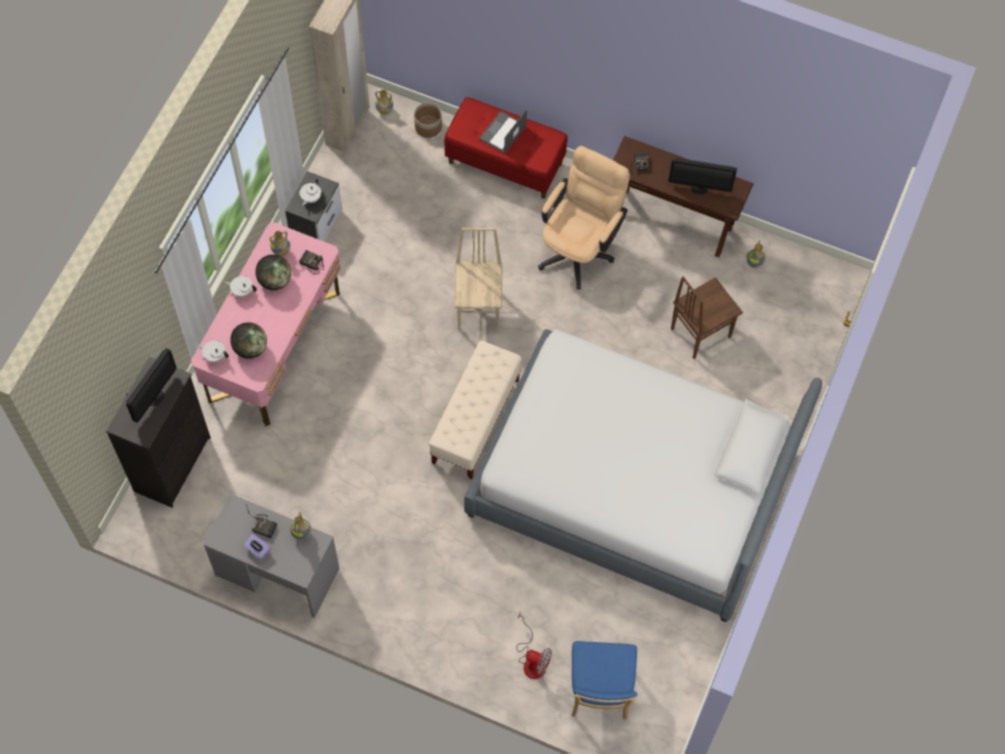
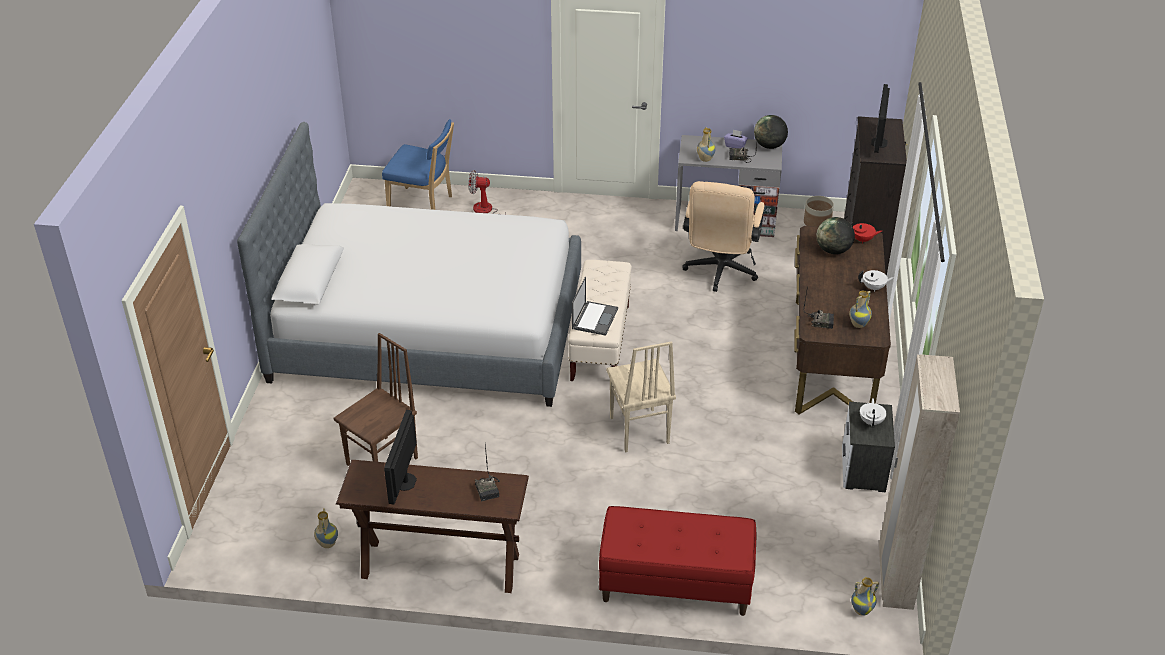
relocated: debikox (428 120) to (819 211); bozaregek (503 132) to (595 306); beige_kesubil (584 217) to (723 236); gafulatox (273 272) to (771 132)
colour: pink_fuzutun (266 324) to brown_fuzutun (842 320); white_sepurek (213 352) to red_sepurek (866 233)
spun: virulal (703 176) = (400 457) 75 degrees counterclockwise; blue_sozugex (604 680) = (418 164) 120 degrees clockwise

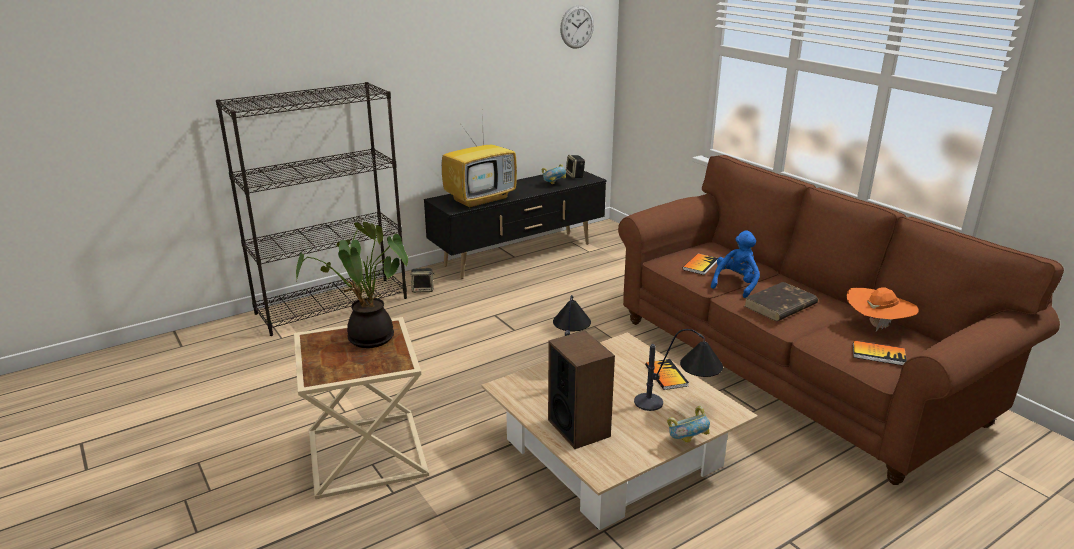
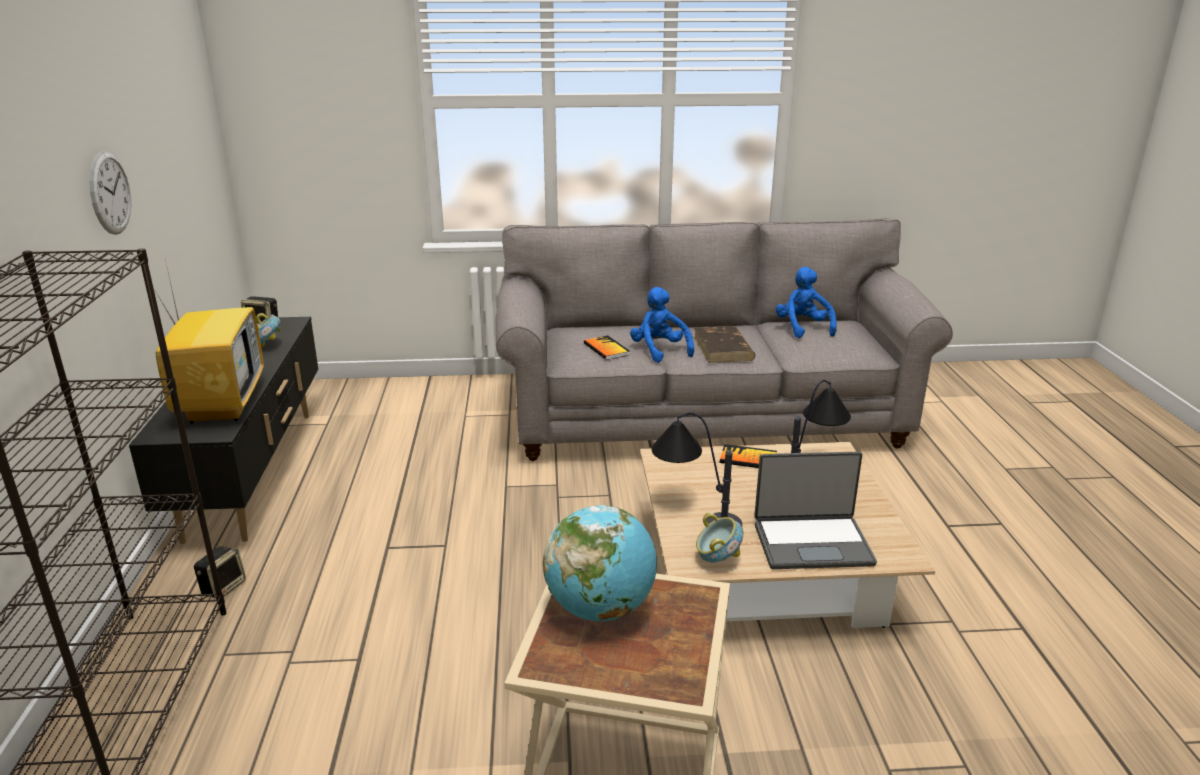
missing: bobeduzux (880 352)
relocated: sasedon (577 27) to (110 193); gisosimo (688 424) to (719 538)
exchanged: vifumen (352 285) to gafulatox (600 563); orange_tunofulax (883 309) to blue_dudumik (806 302); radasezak (581 390) to bozaregek (815 510)
colour: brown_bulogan (841 320) to grey_bulogan (724 339)

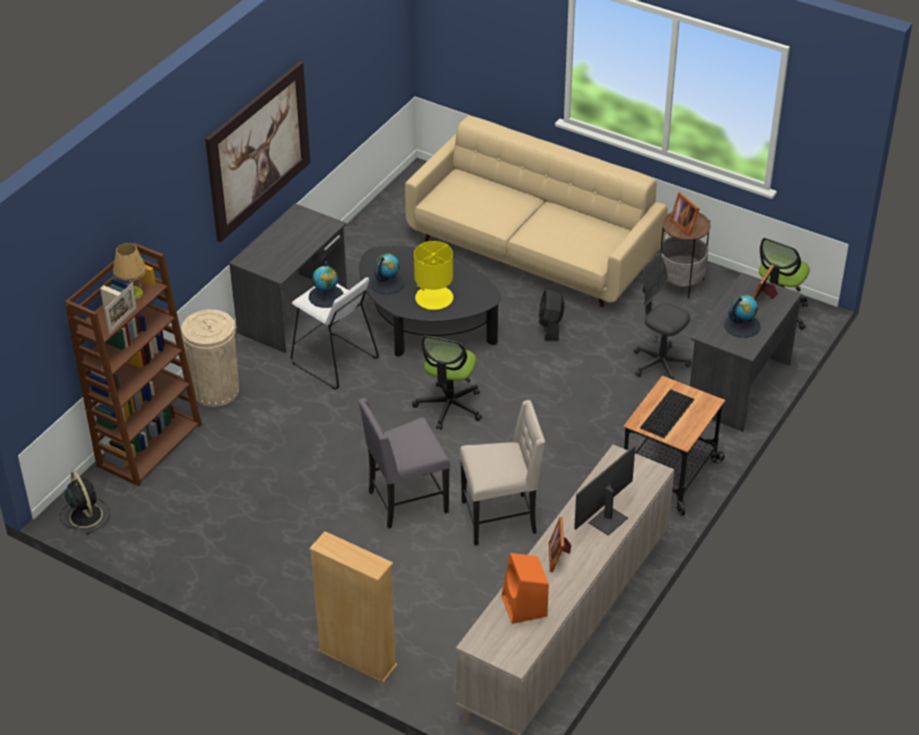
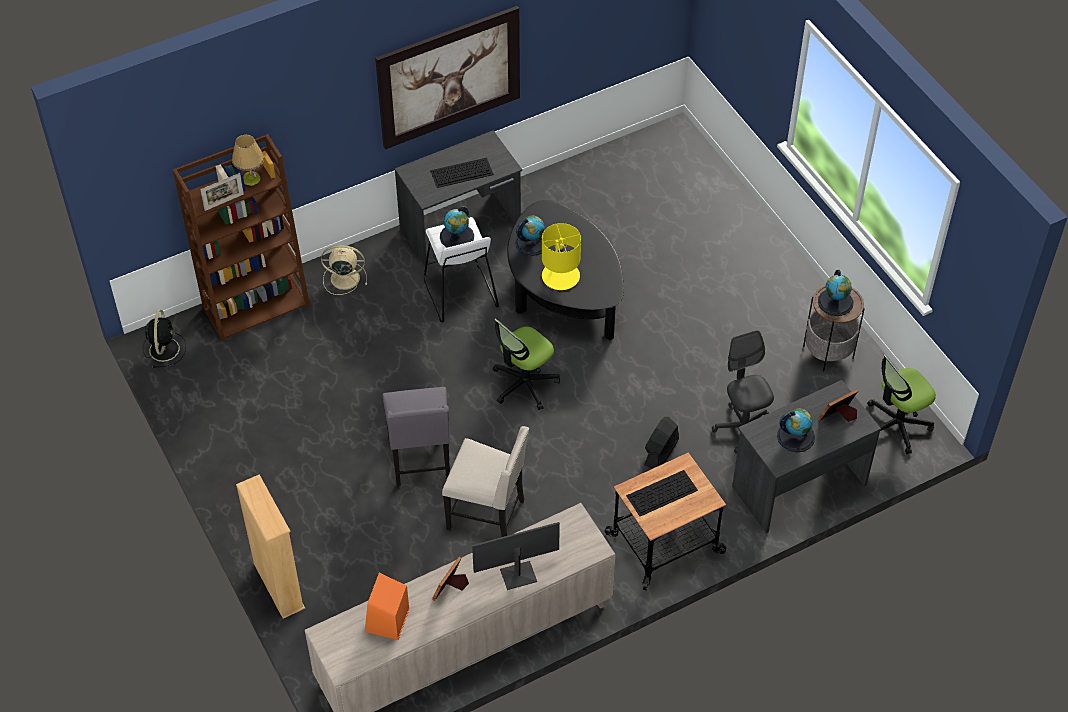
missing: beige_bulogan (536 211)
appeared: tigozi (462 173)
relocated: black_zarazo (552 315) to (661 443)
exchanged: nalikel (685 214) to gafulatox (836 292); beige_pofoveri (210 358) to beige_zarazo (344 270)
spun: grey_sozugex (404 463) = (416 436) 105 degrees counterclockwise

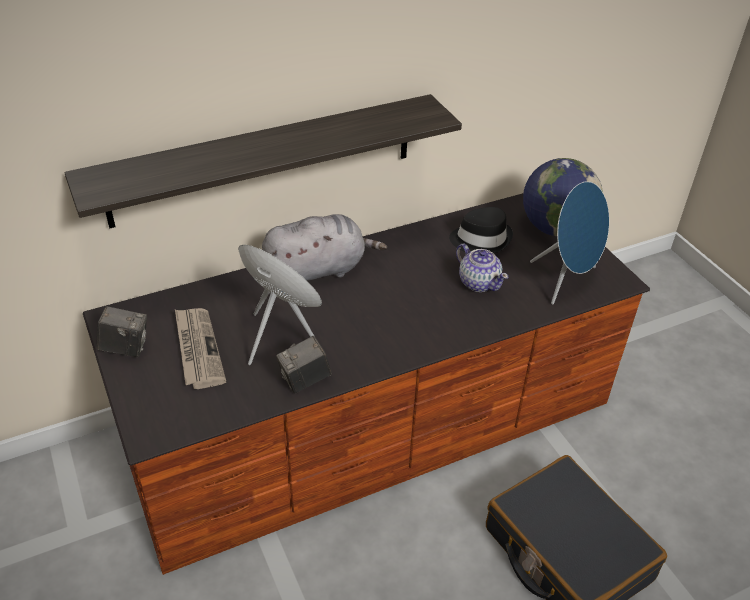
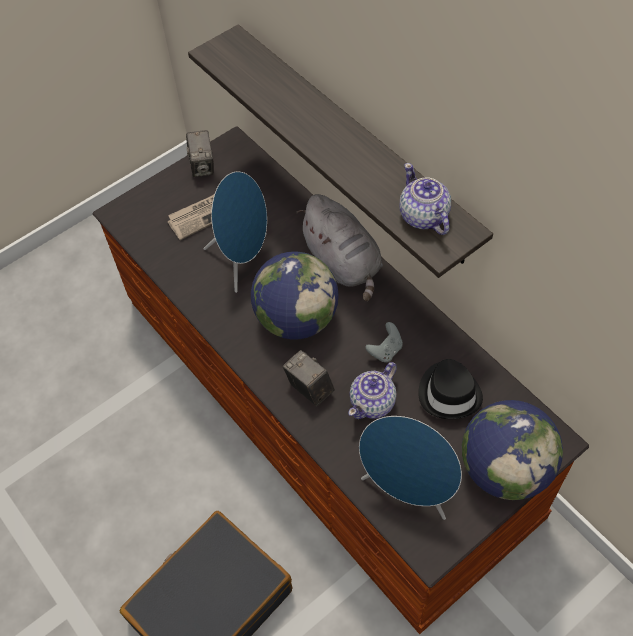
appeared: sepurek (425 199); gafulatox (295 295); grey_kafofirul (384 342)
relocated: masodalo (304 364) to (309 378)

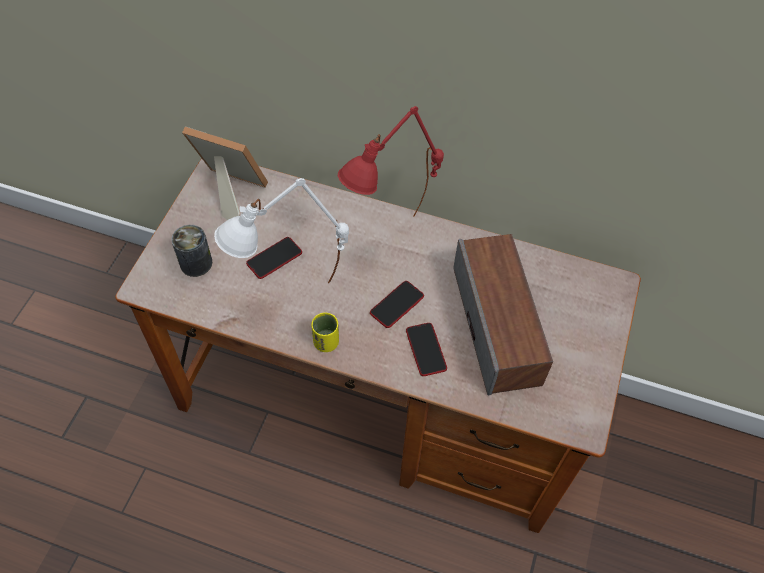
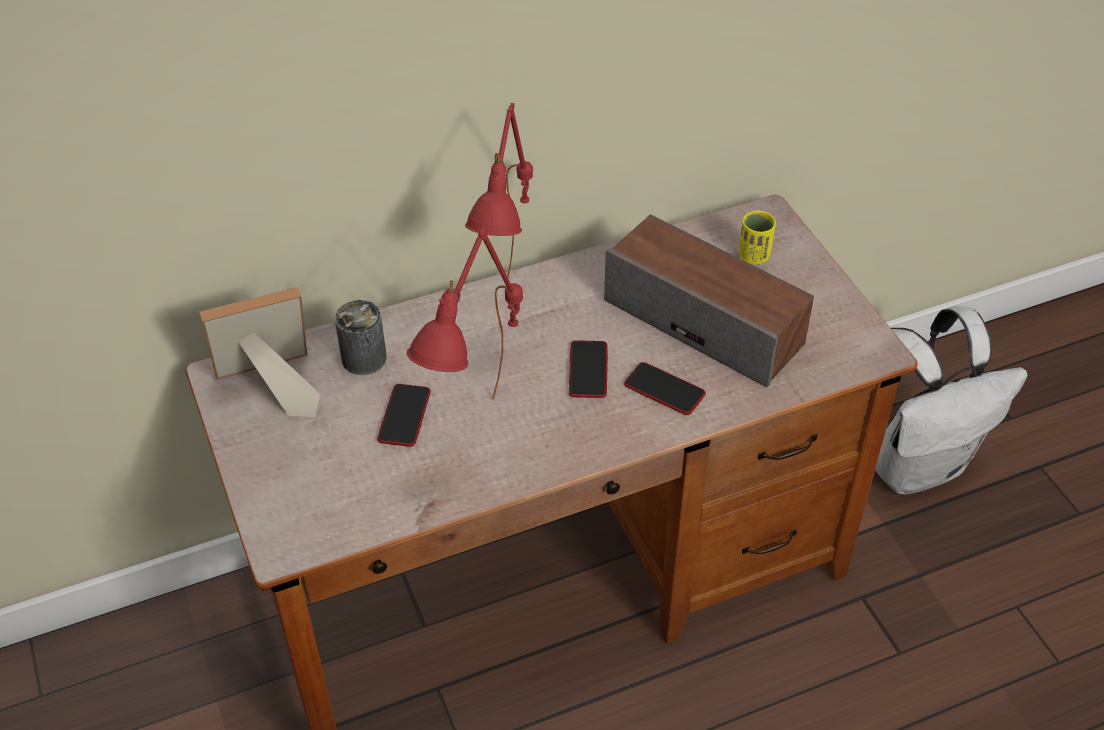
appeared: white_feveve (951 400)
relocated: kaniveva (191 251) to (361 337); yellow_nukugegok (325 332) to (757 237)
colour: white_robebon (281 230) to red_robebon (464 313)

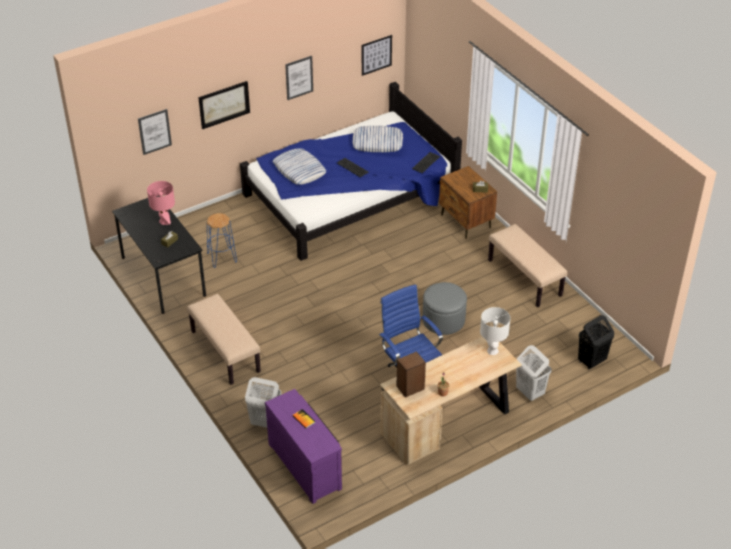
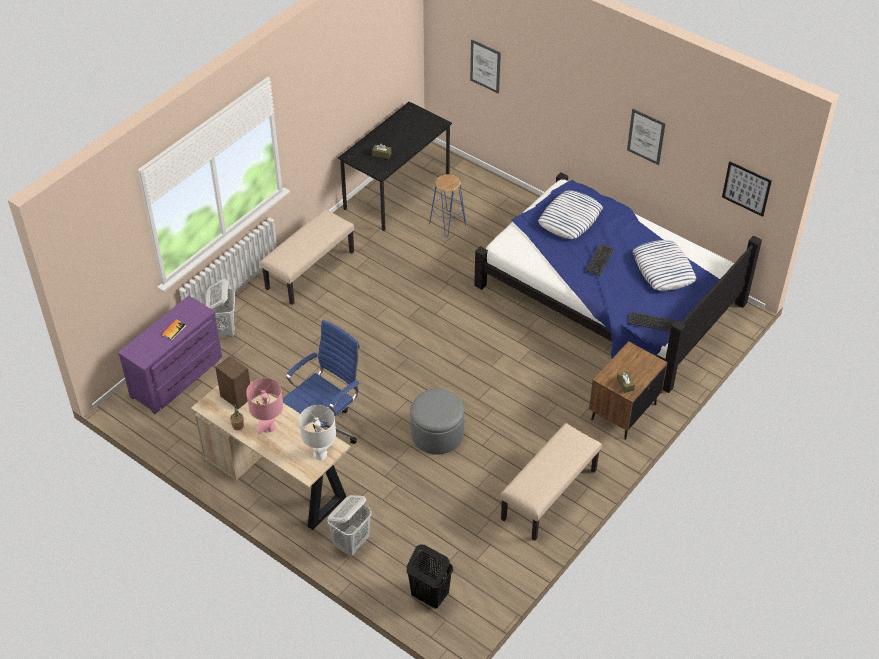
missing: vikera (224 105)
relocated: pink_robebon (161 203) to (264 406)

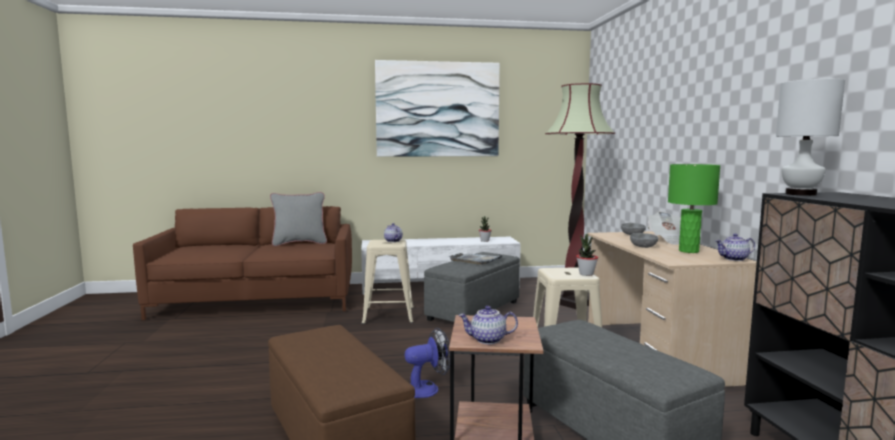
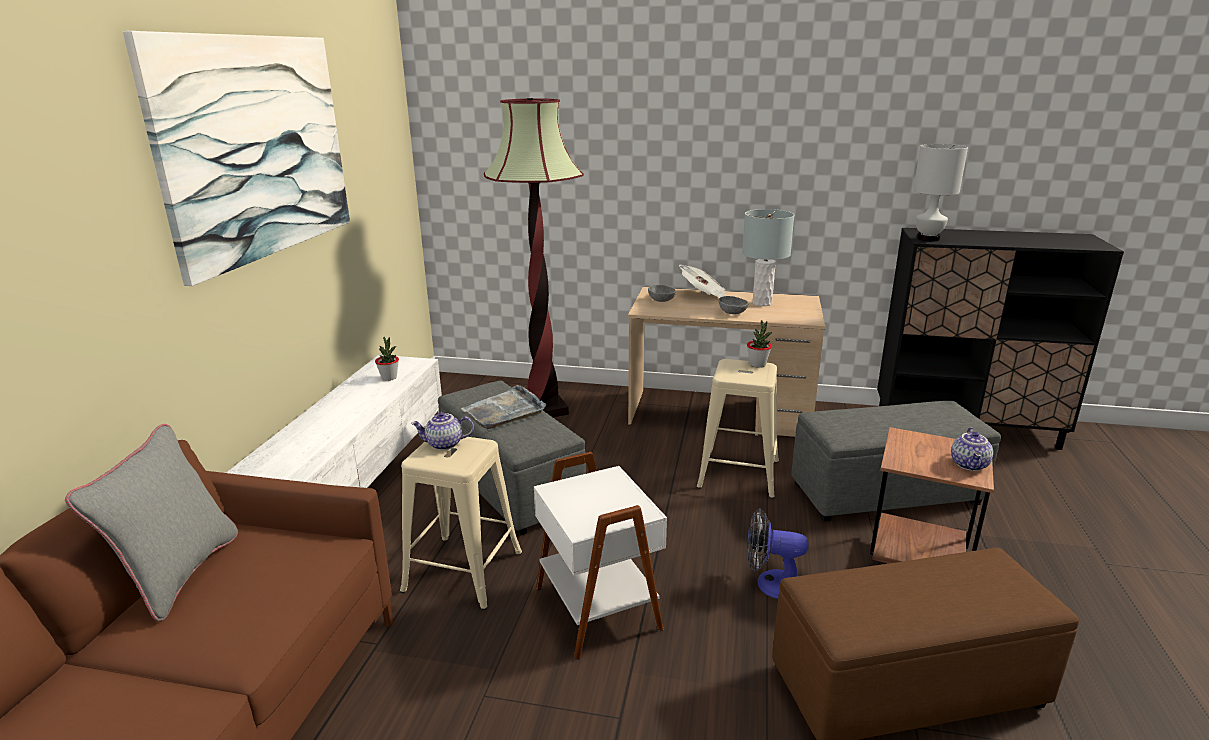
missing: sepurek (735 247)
appeared: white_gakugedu (600 556)
colour: green_robebon (694 208) to grey_robebon (768 257)
spun: zarazo (427 363) = (778 553) 75 degrees counterclockwise

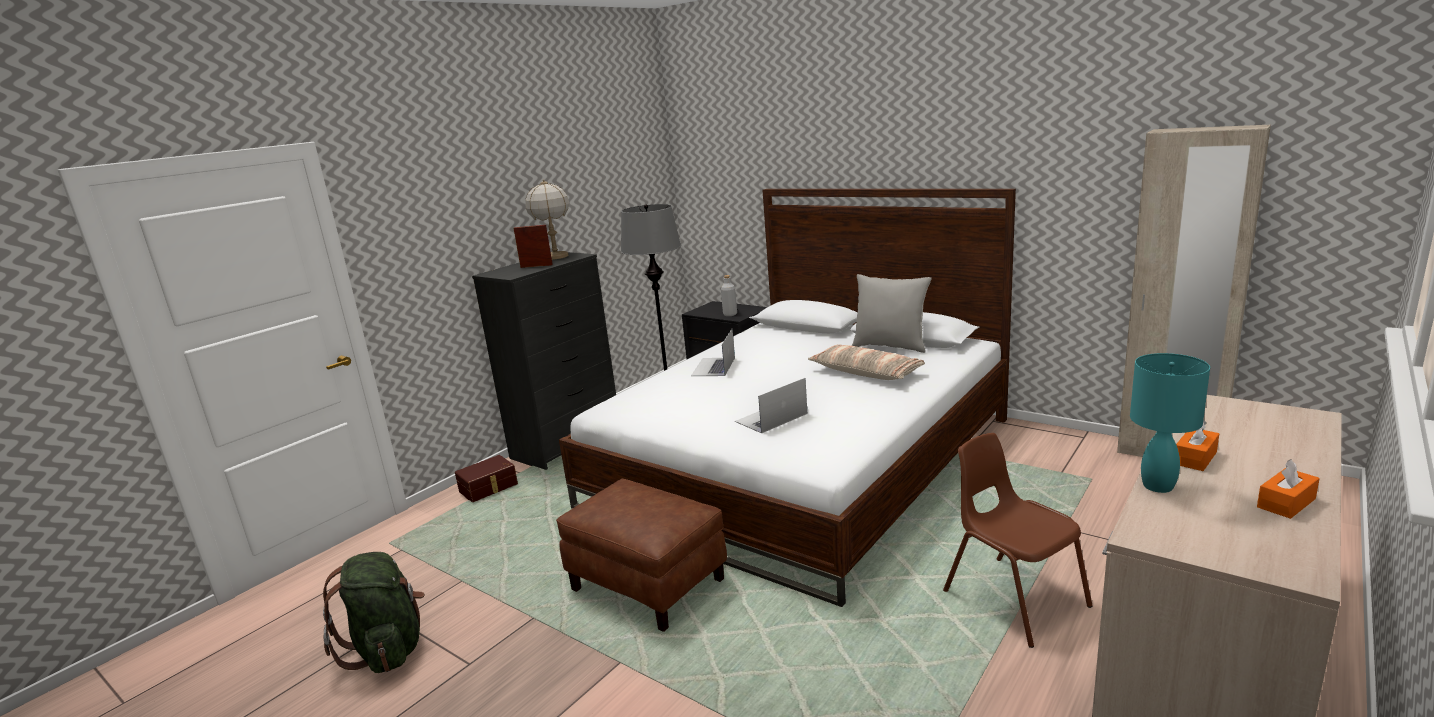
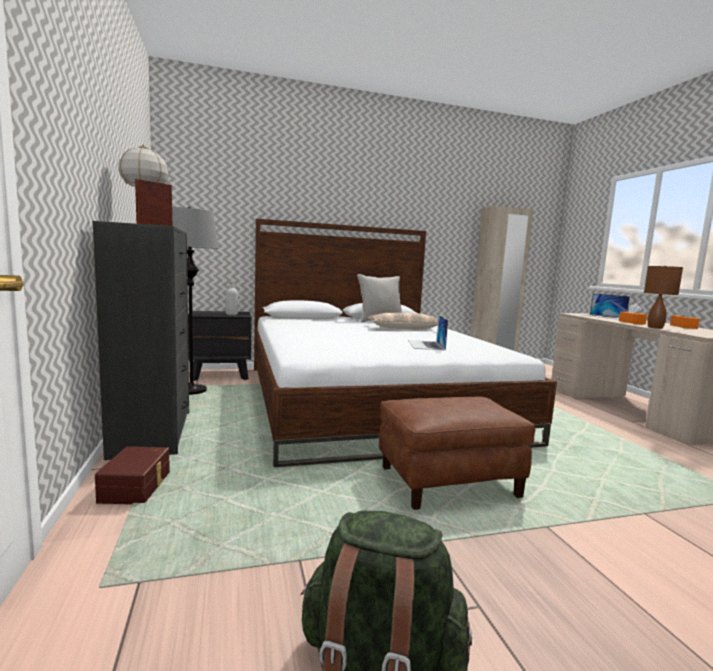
missing: brown_sozugex (1017 540)
relocated: bozaregek (713 352) to (606 306)
colour: turquoise_robebon (1170 423) to brown_robebon (663 297)

